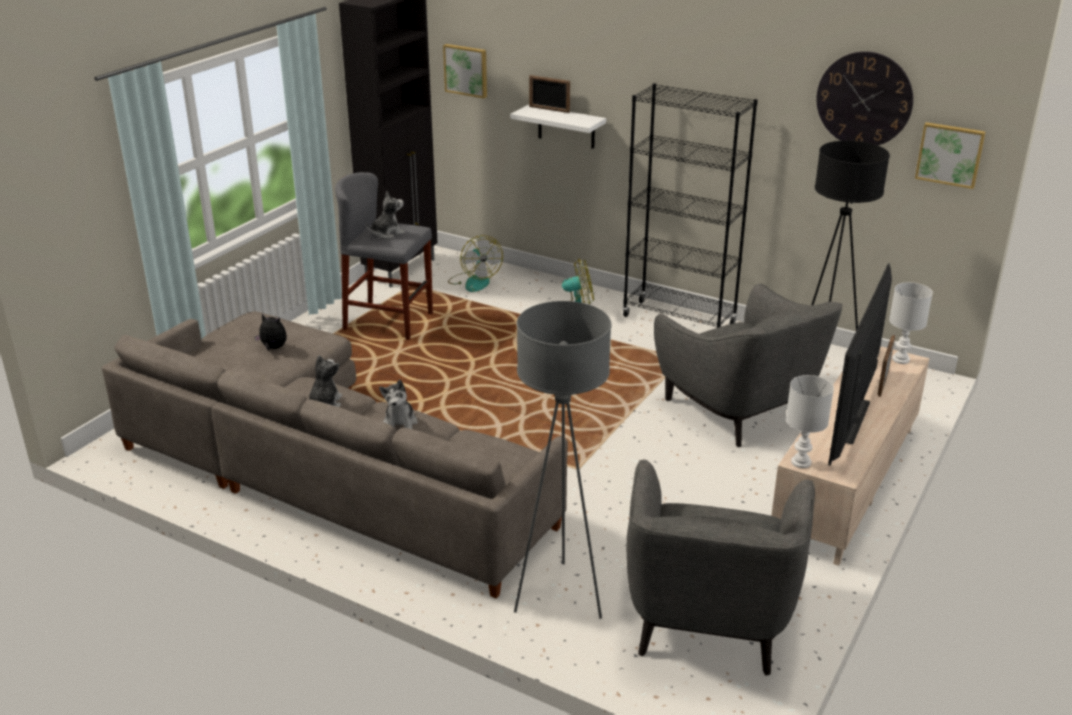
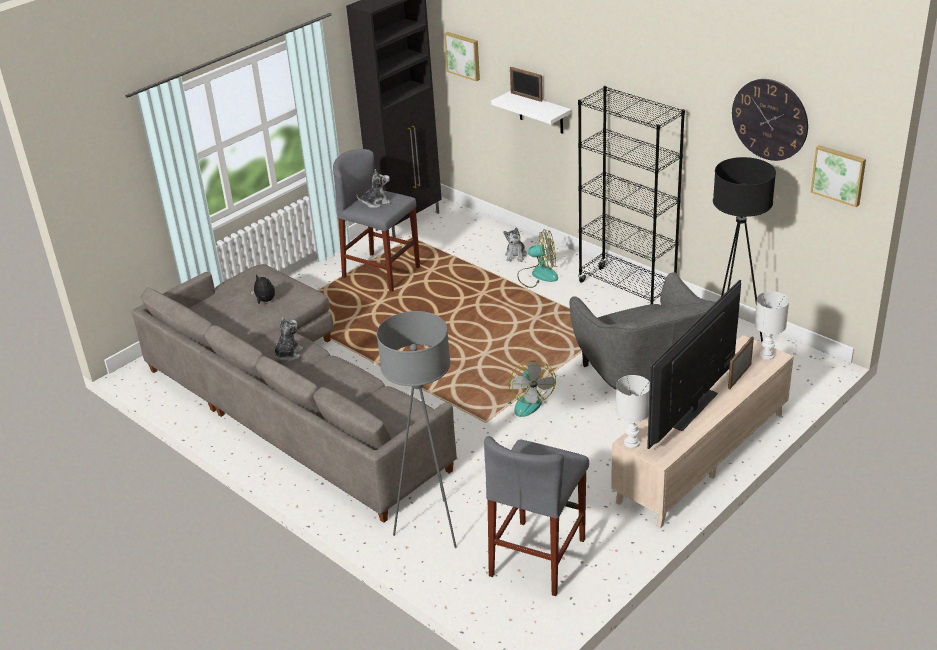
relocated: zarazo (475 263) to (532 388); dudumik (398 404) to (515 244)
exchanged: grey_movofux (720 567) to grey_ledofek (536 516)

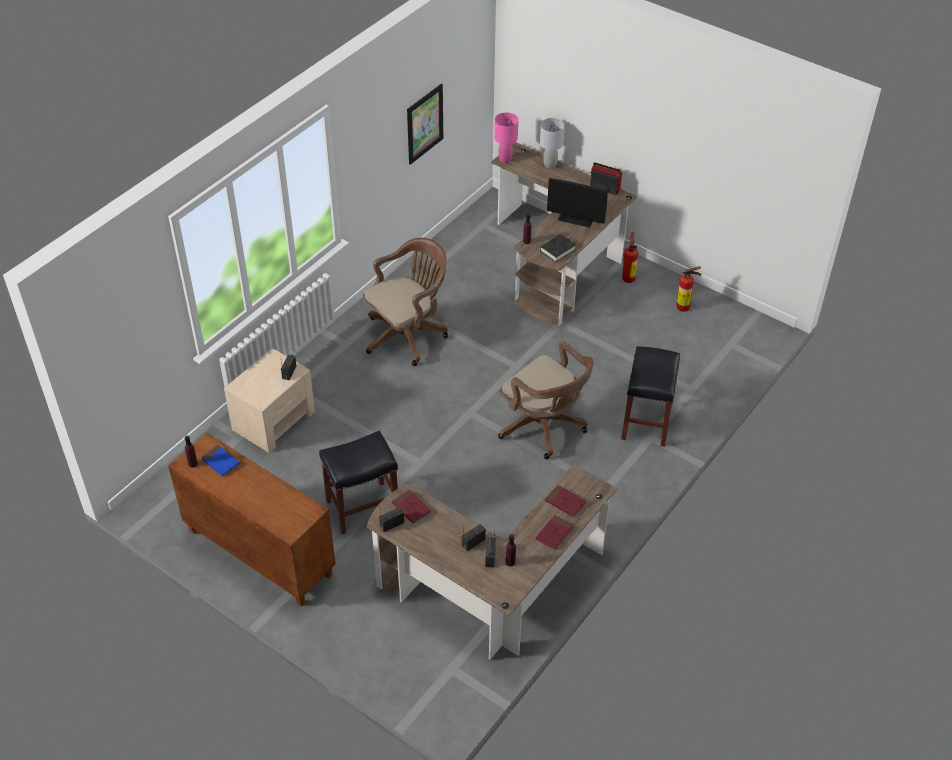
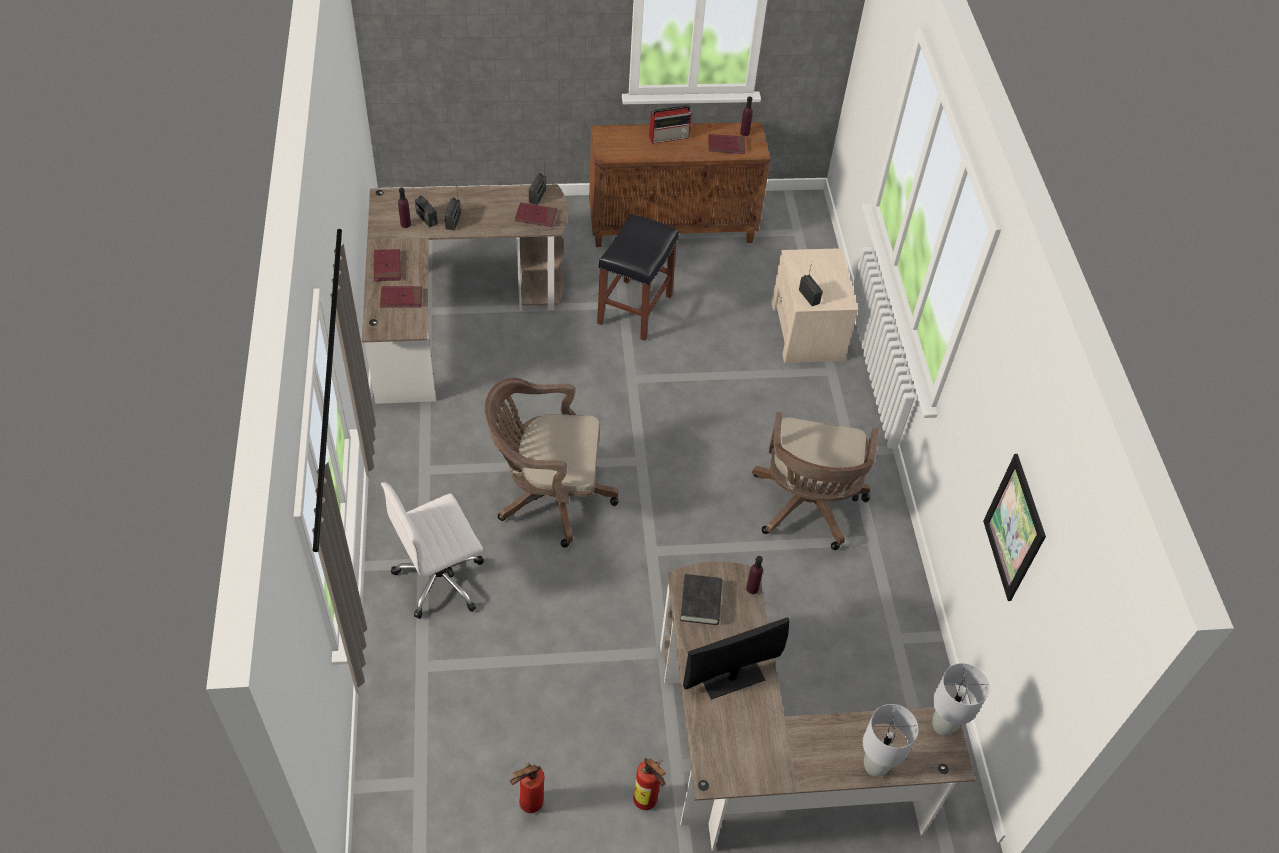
relocated: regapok (606 178) to (670 124)
exchanged: black_ledofek (650 396) to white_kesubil (432 551)
colour: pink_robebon (506 138) to grey_robebon (960 699); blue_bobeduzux (220 460) to red_bobeduzux (726 144)

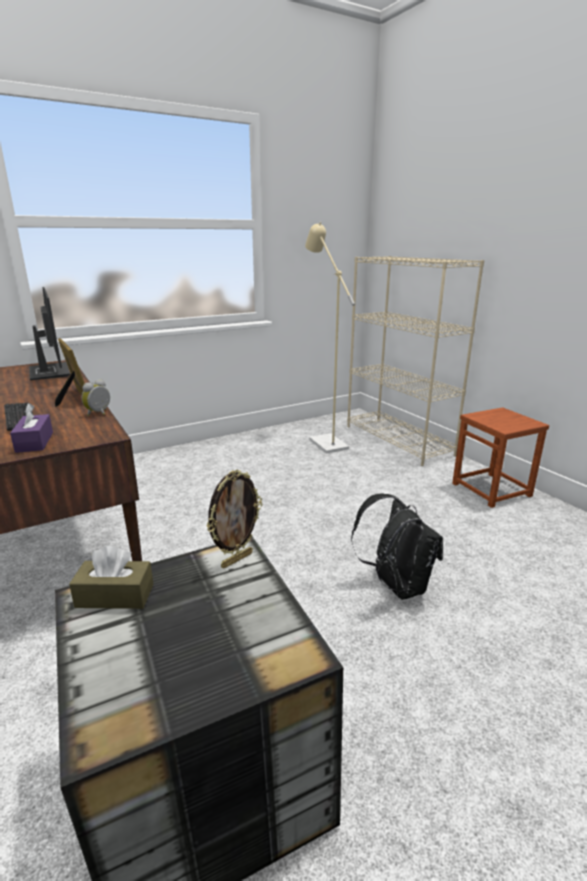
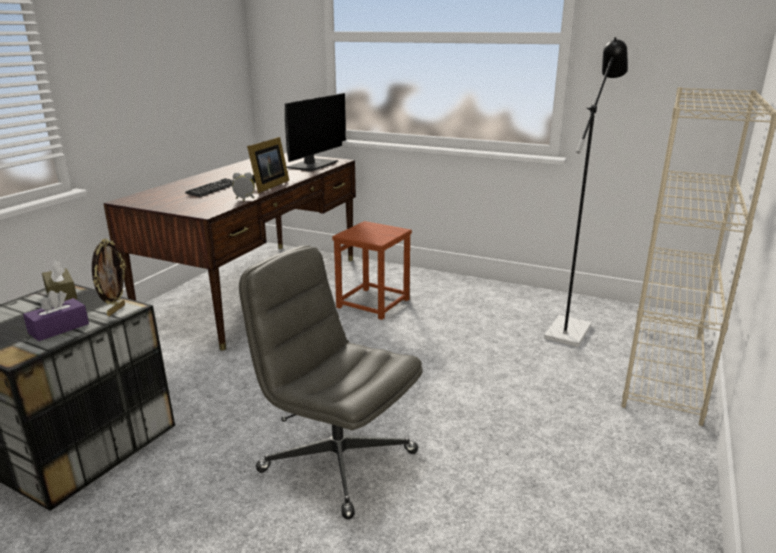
relocated: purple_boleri (31 428) to (56 316); brown_ledofek (500 457) to (372 270)
exchanged: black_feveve (397 546) to grey_kesubil (331 382)
colour: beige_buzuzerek (330 338) to black_buzuzerek (586 192)
spun: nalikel (234 519) = (109 277) 90 degrees counterclockwise

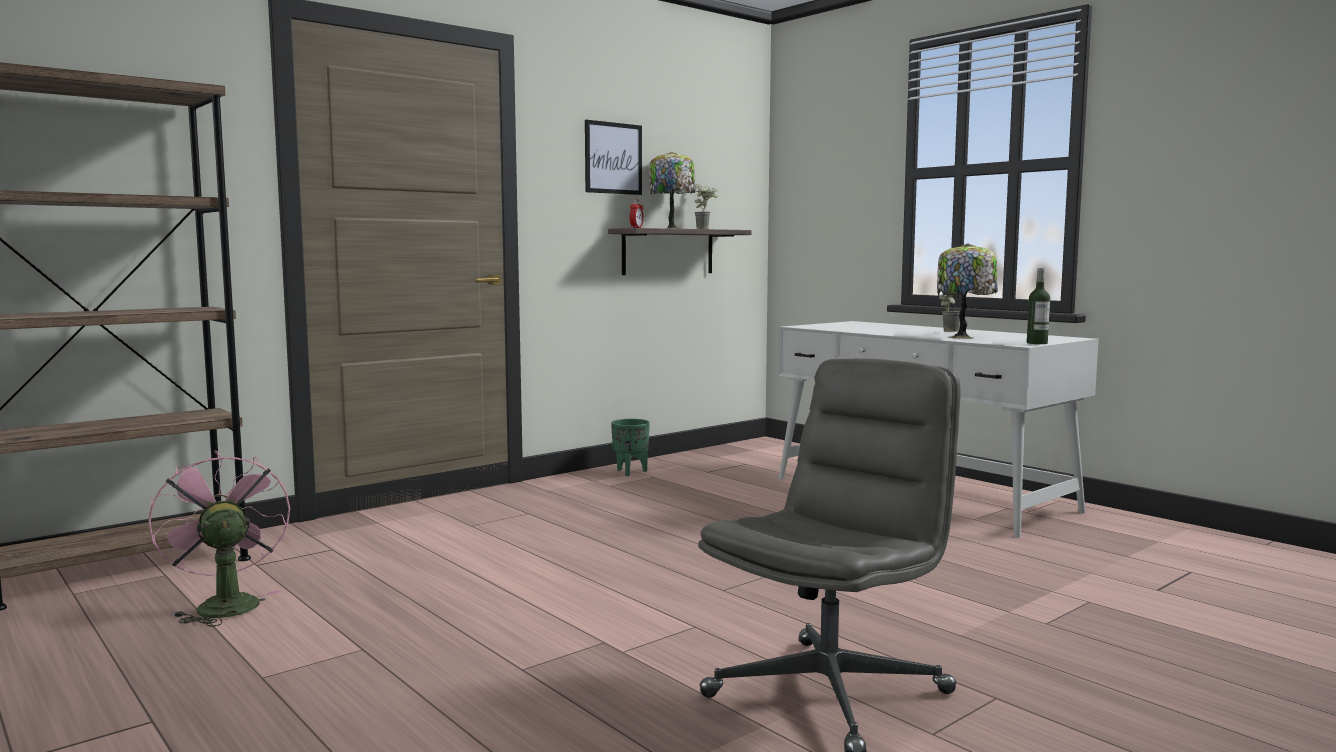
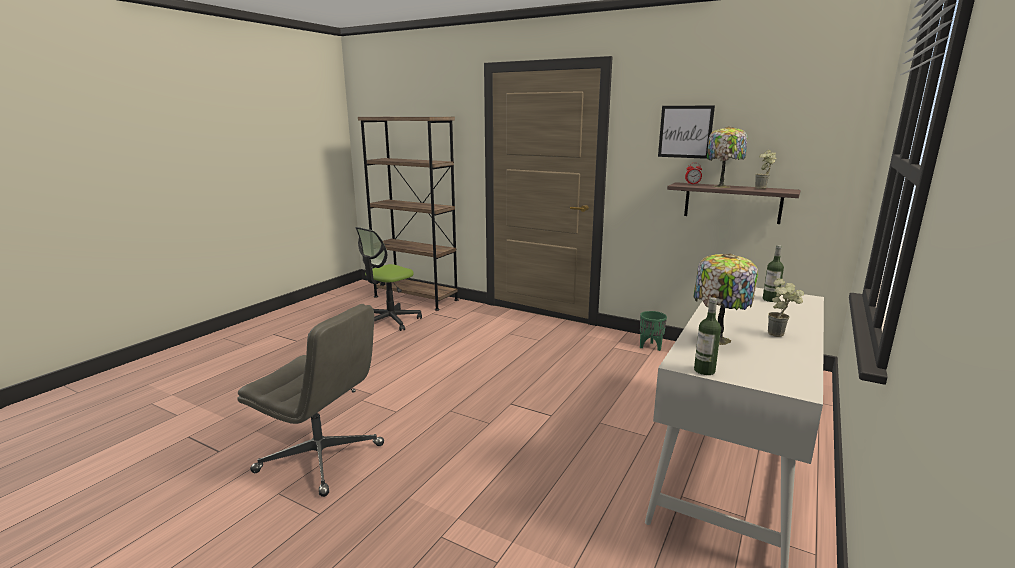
appeared: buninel (773 273)
exchanged: pink_zarazo (219 538) to kesubil (389 279)

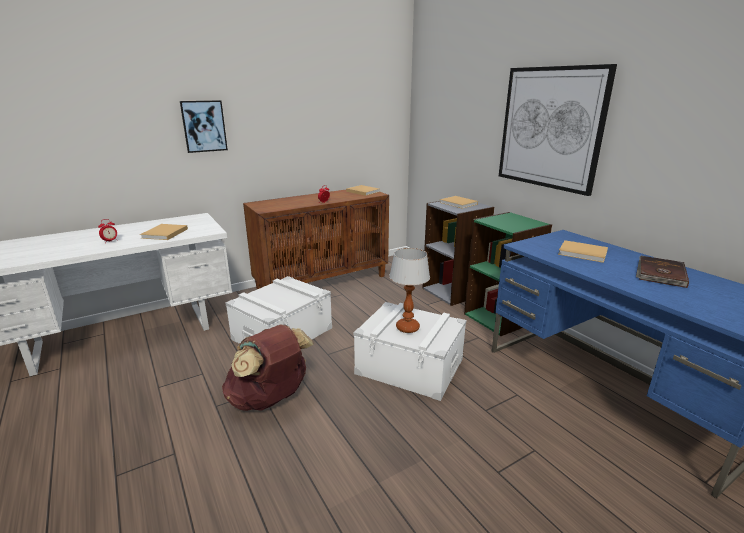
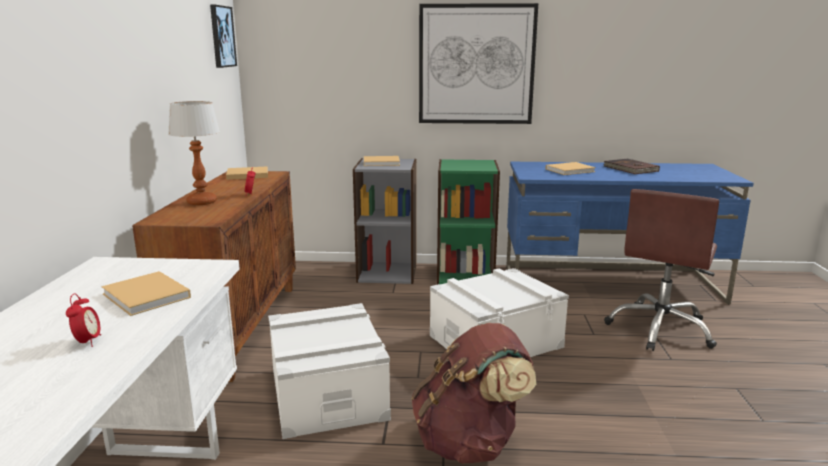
appeared: brown_kesubil (661 270)
relocated: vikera (204 126) to (223 36); robebon (409 290) to (194 153)

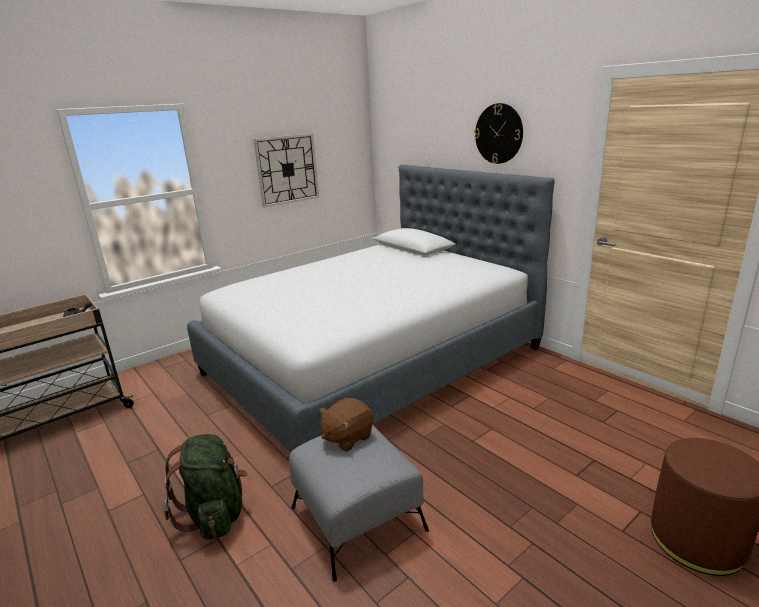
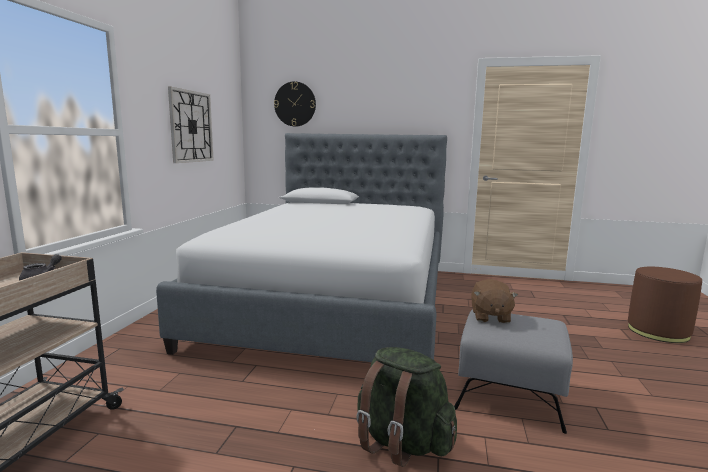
relocated: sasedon (498 133) to (295 104)

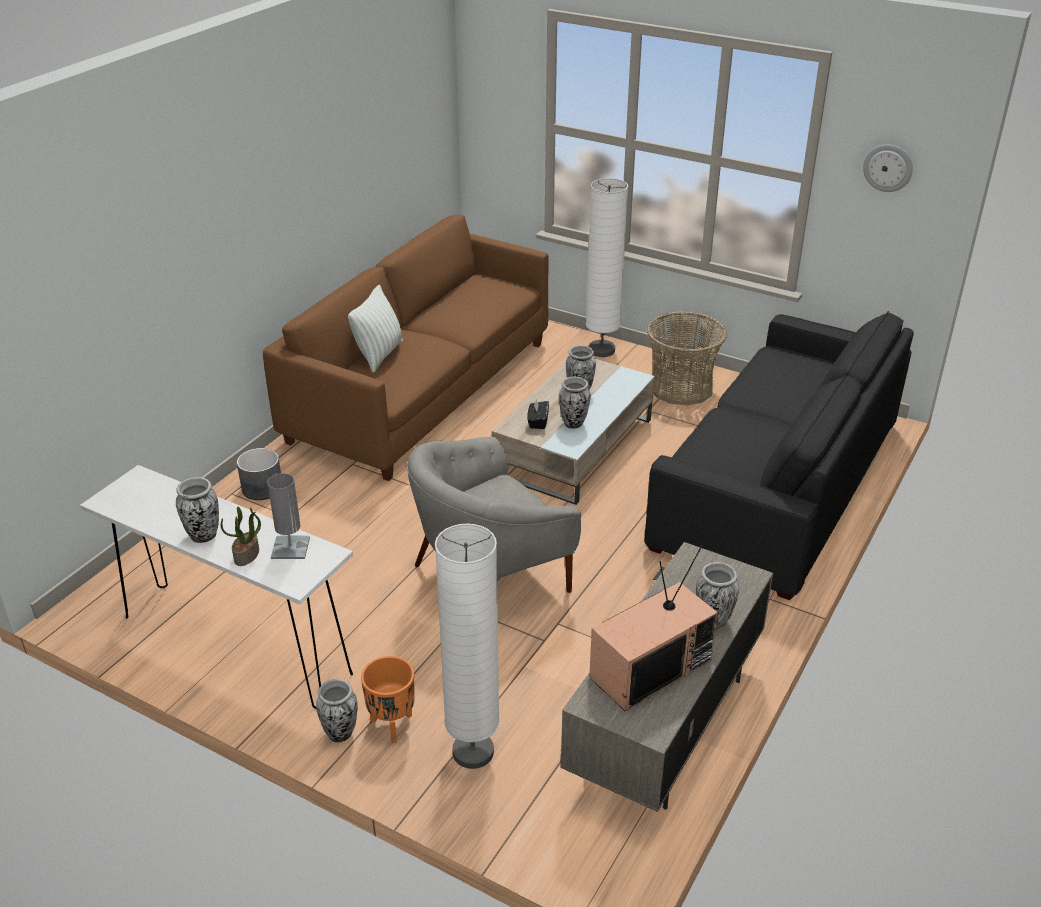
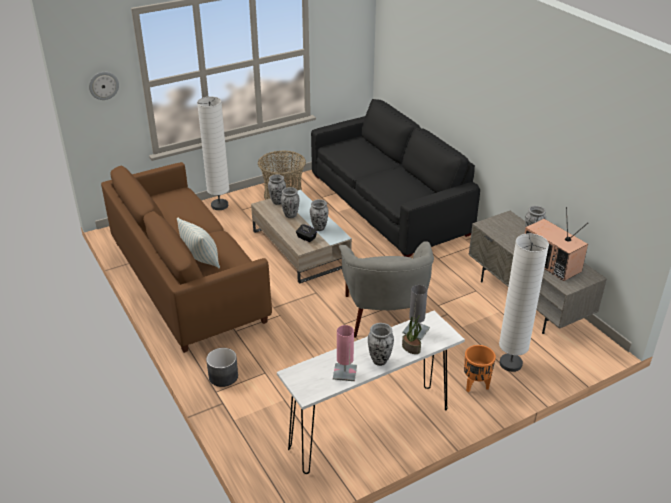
appeared: pink_robebon (345 353)
relocated: sasedon (888 168) to (104 86); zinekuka (337 711) to (277 189)
spun: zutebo (653 628) = (556 244) 150 degrees clockwise

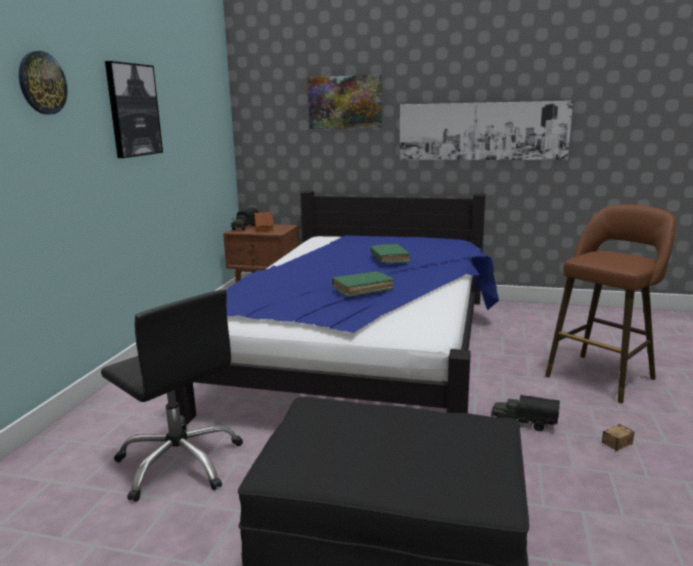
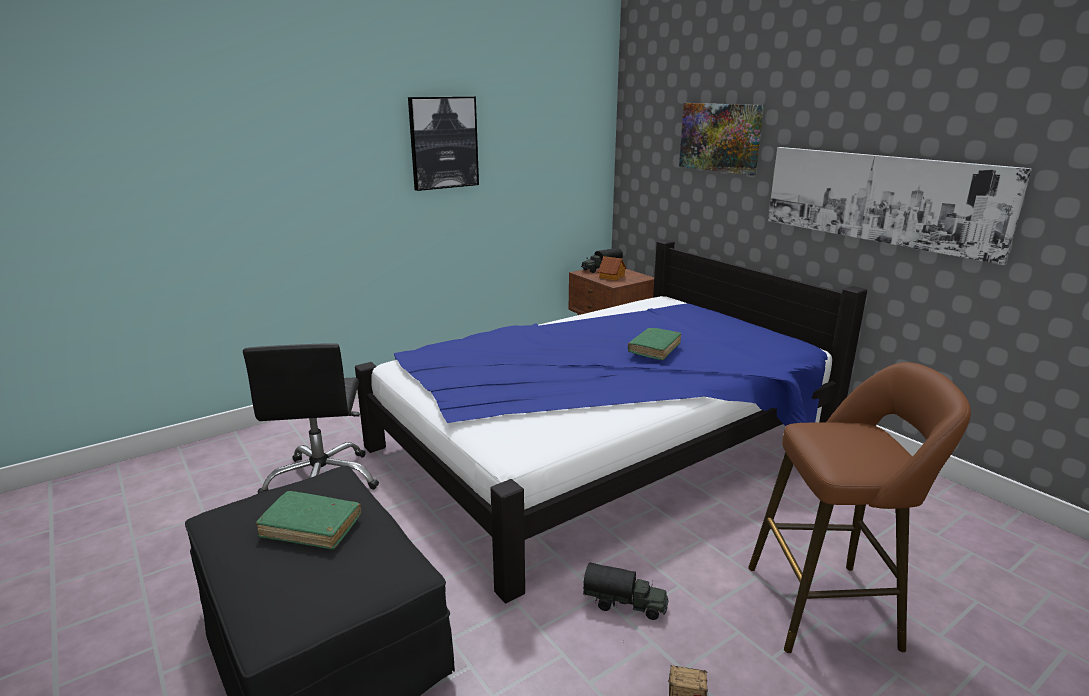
missing: sasedon (43 83)
relocated: green_bobeduzux (363 284) to (308 520)
spun: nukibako (525 413) = (625 591) 135 degrees clockwise

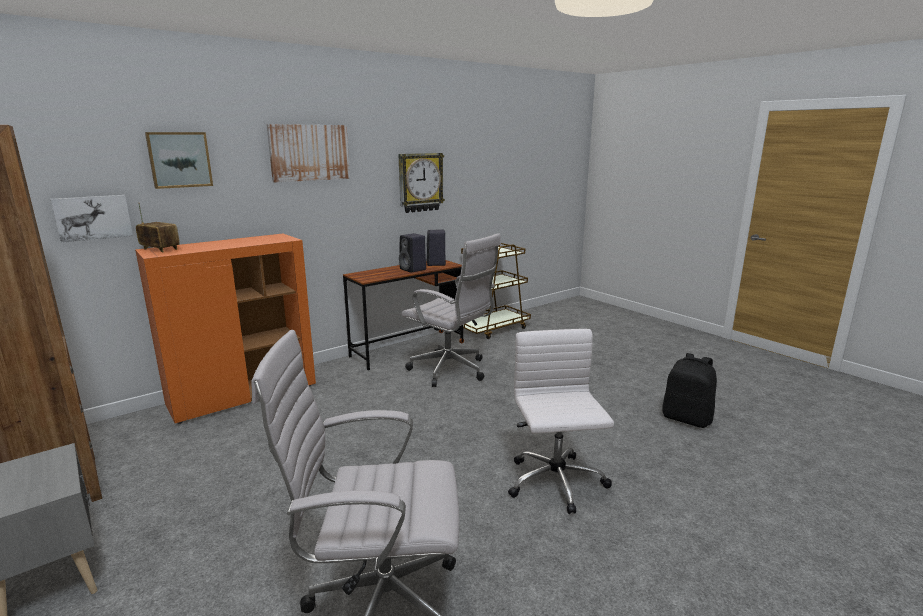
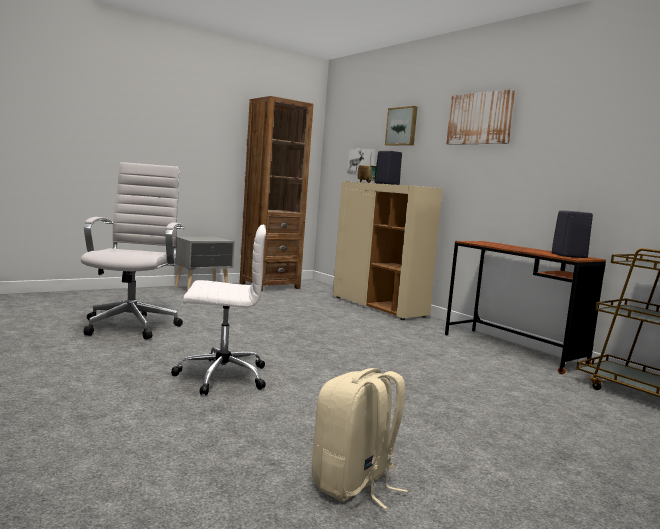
missing: sasedon (421 183); white_kesubil (451 310)
relocated: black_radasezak (412 253) to (388 168)
colour: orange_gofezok (225 329) to beige_gofezok (387 250); black_feveve (689 390) to beige_feveve (360 438)

